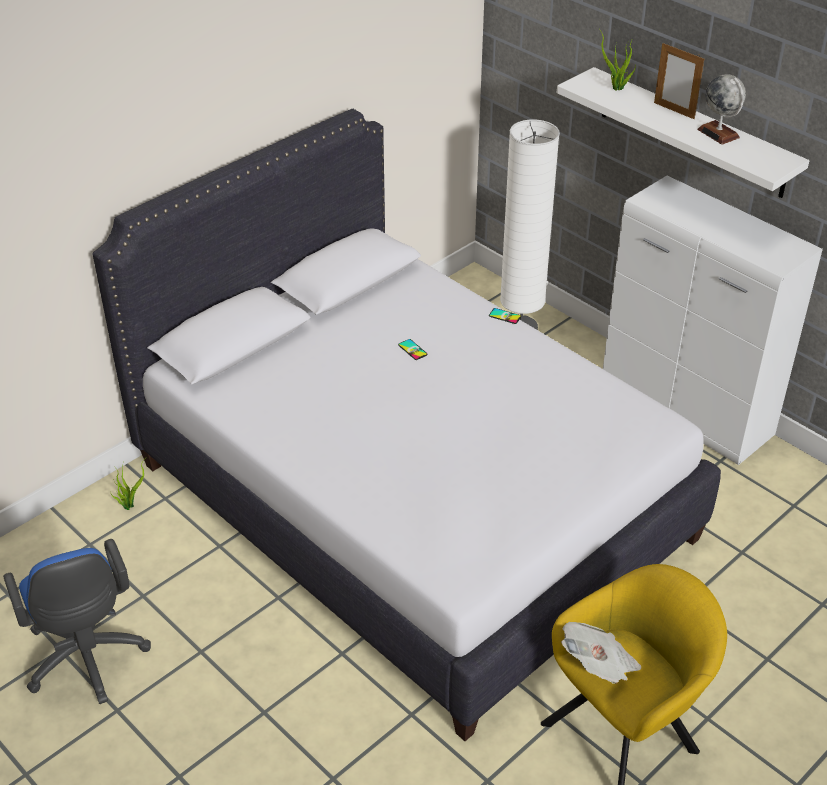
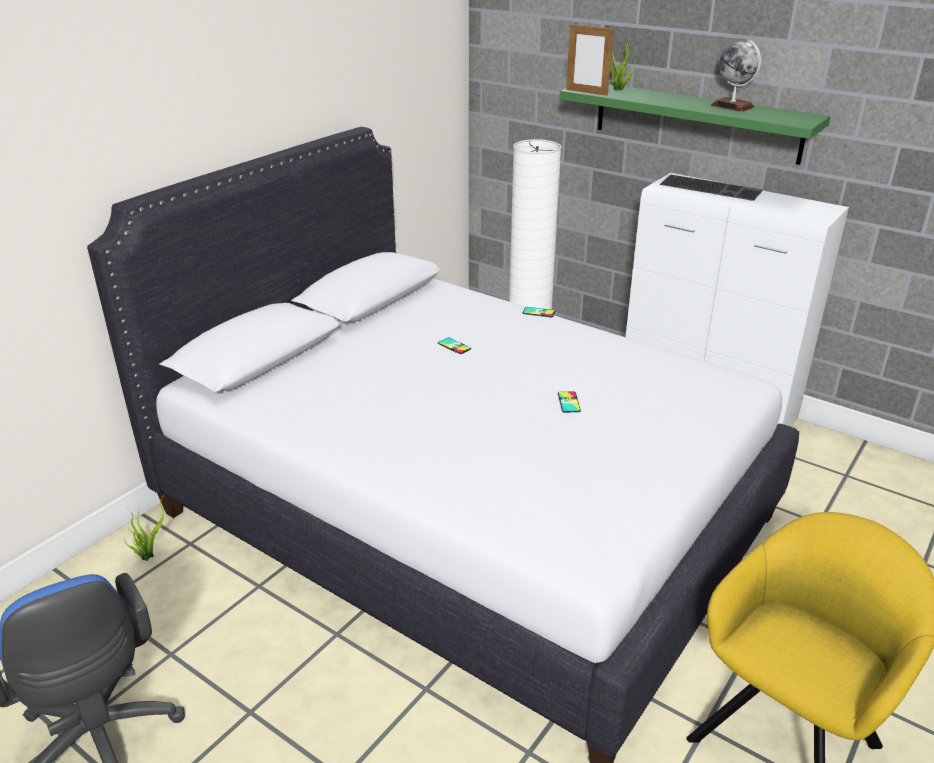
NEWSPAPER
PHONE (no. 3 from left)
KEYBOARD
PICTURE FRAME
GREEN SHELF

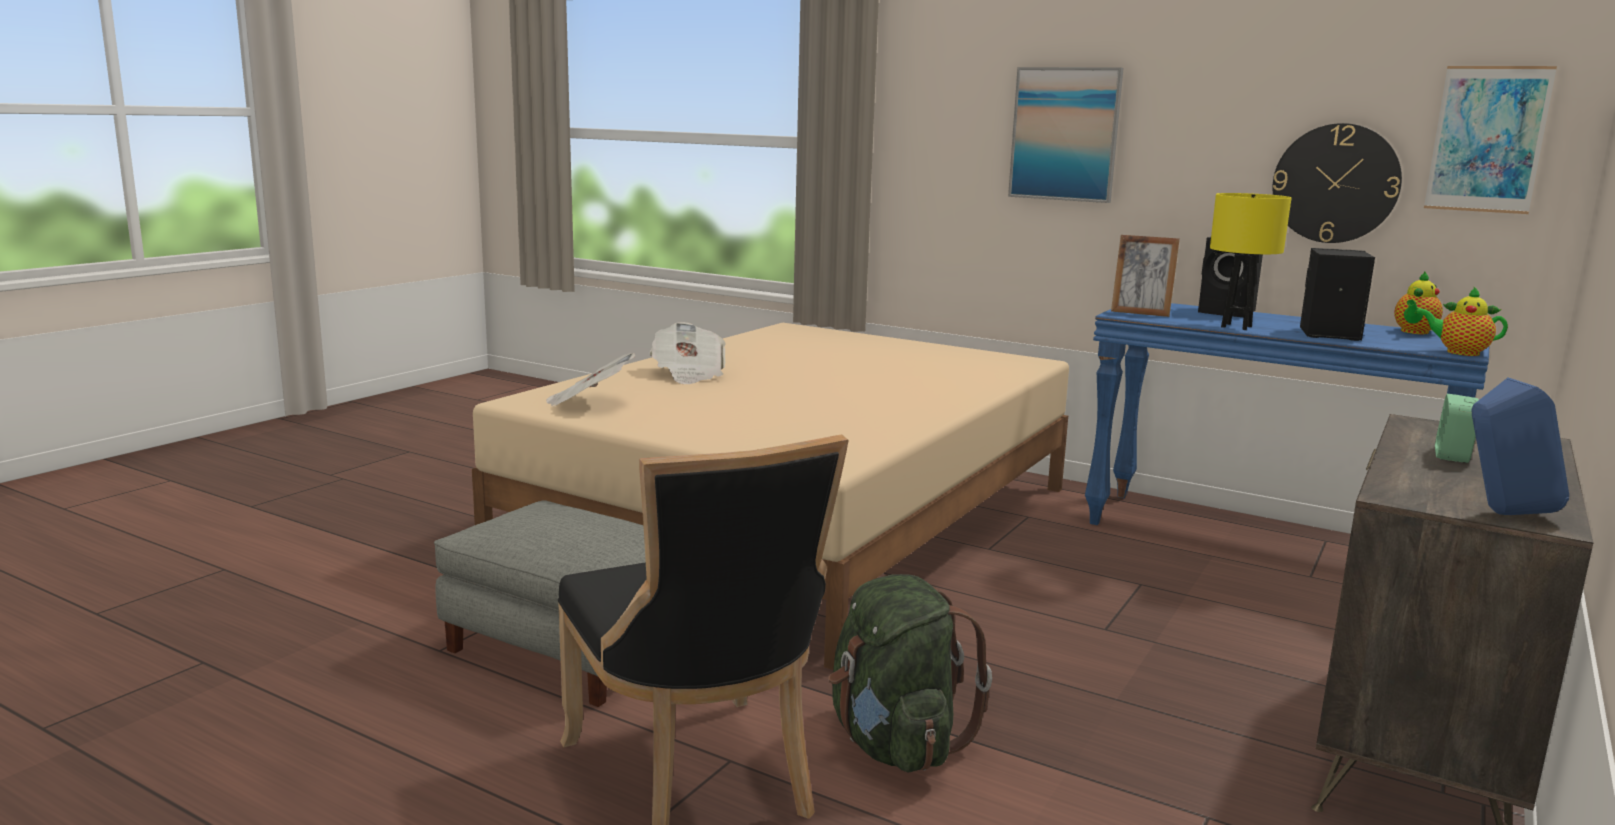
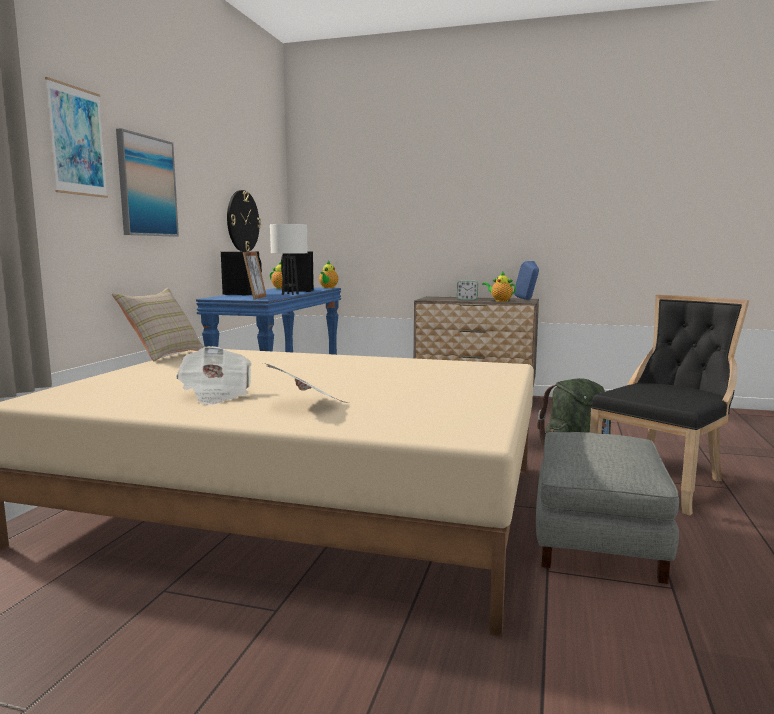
BEIGE PILLOW
TEAPOT (no. 3 from left)
NEWSPAPER (no. 1 from left)
PICTURE (no. 1 from left)
WHITE TABLE LAMP

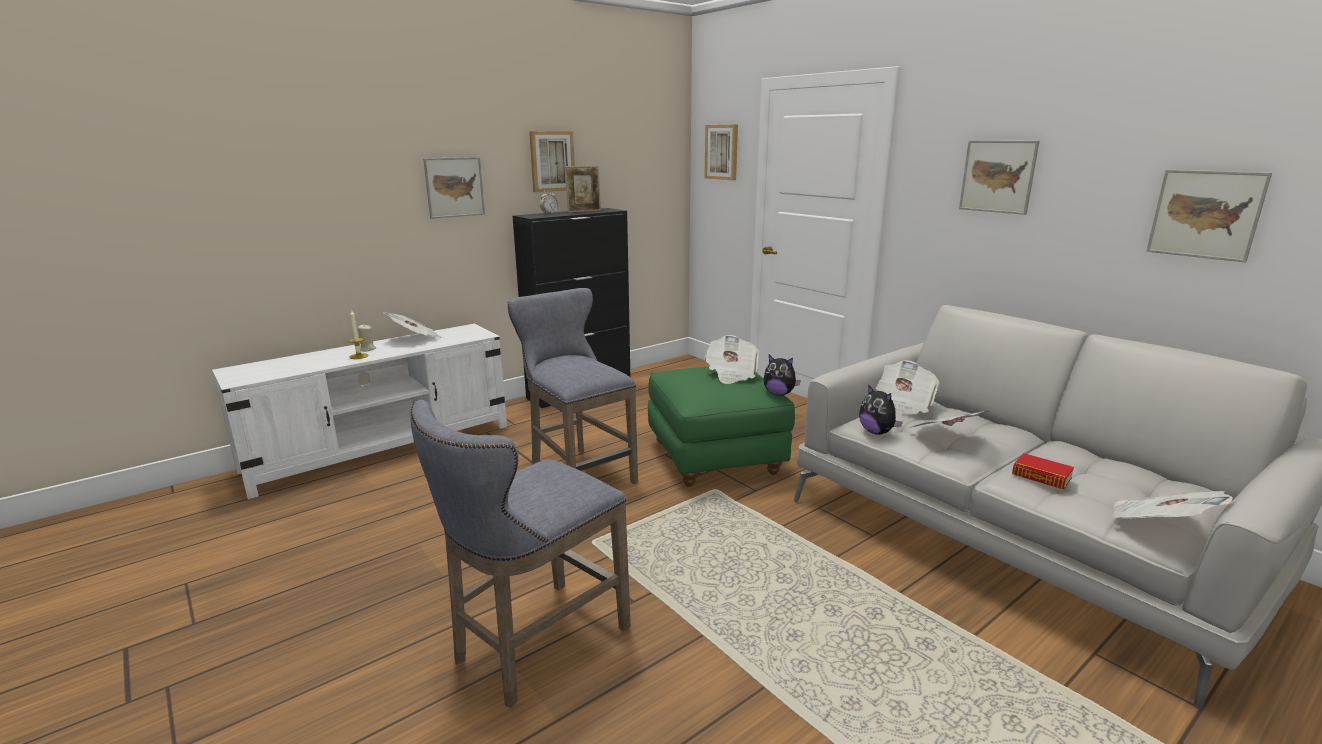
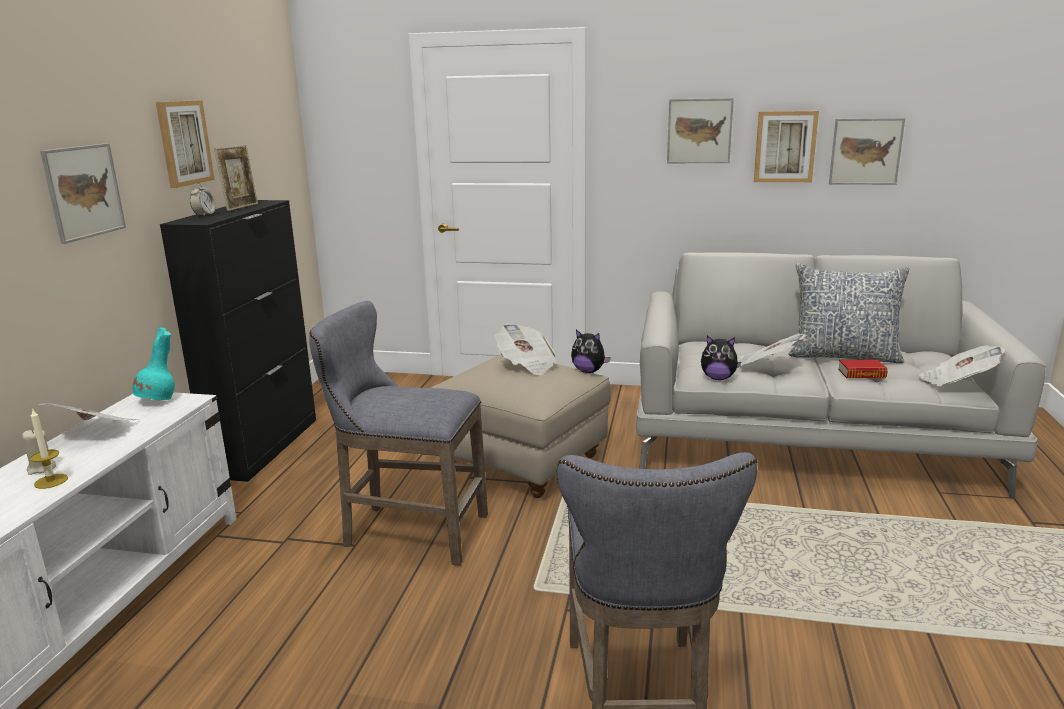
NEWSPAPER (no. 3 from left in the first image)
TURQUOISE VASE
PILLOW
PICTURE (no. 4 from left)
BEIGE OTTOMAN
PLUSH TOY (no. 1 from left)

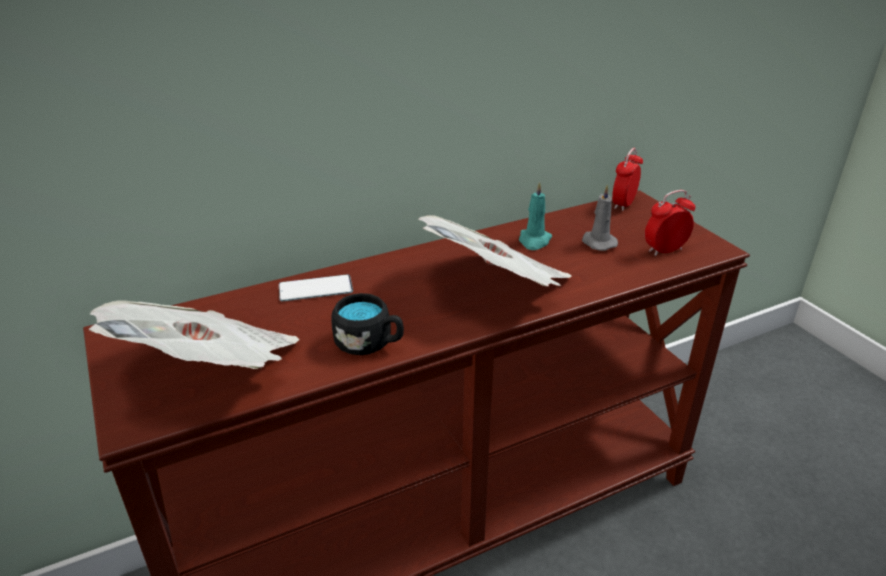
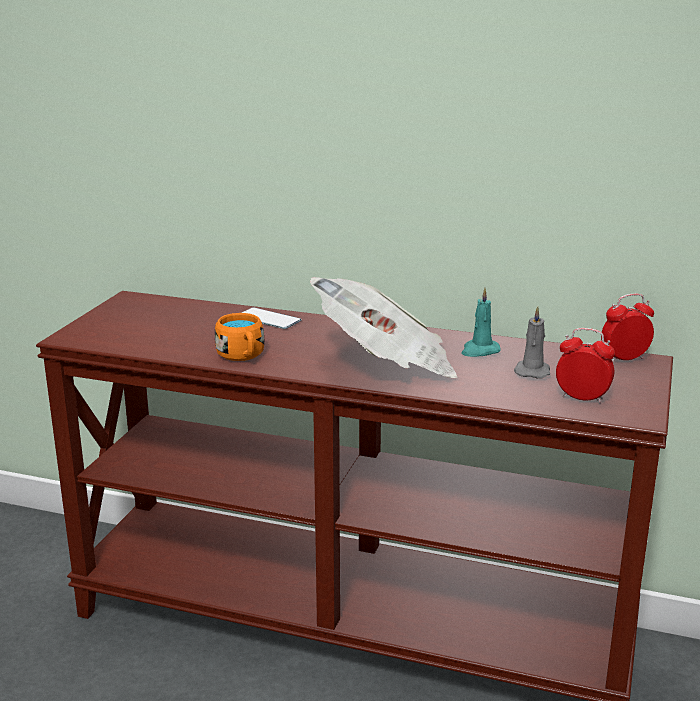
NEWSPAPER (no. 1 from left in the first image)
ORANGE MUG

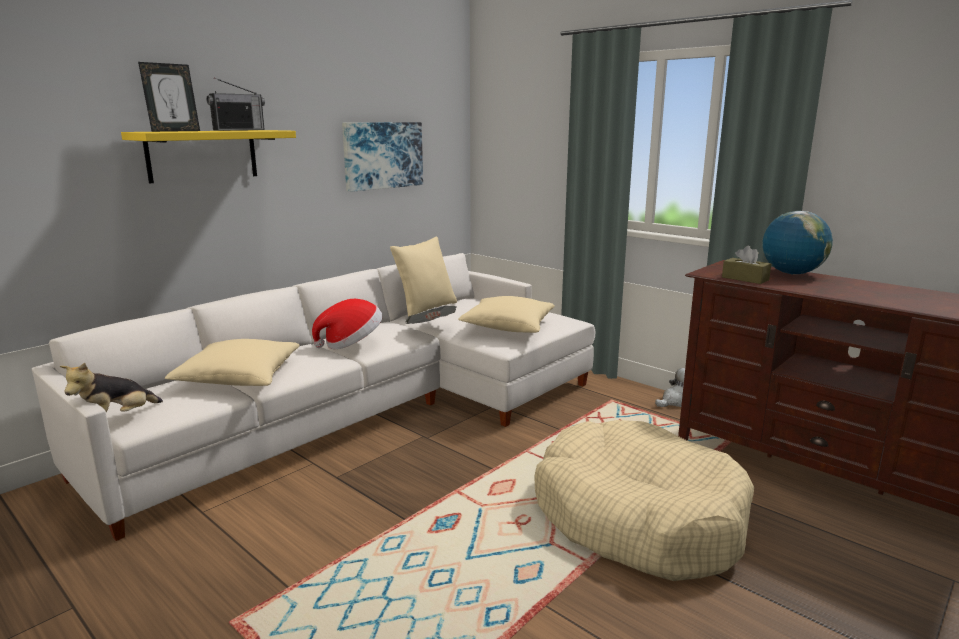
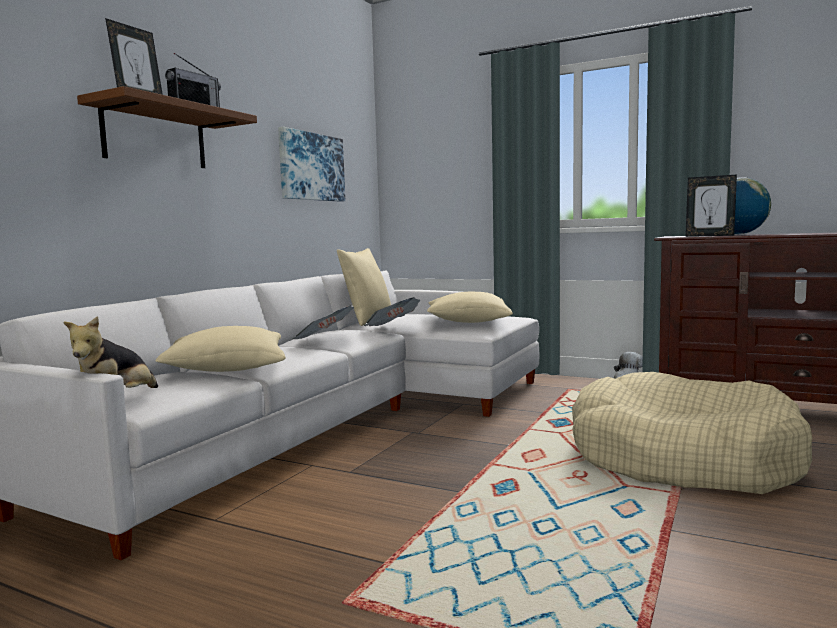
NEWSPAPER (no. 1 from left)
PICTURE FRAME (no. 2 from left)
BROWN SHELF

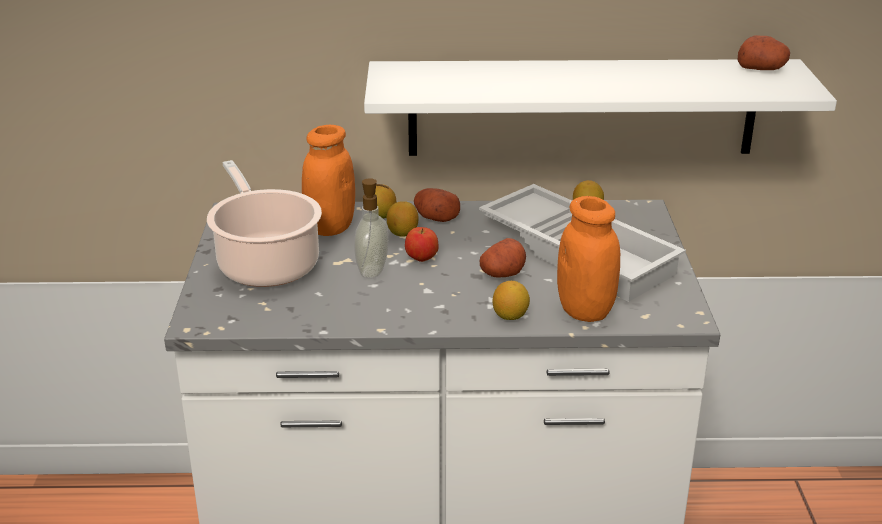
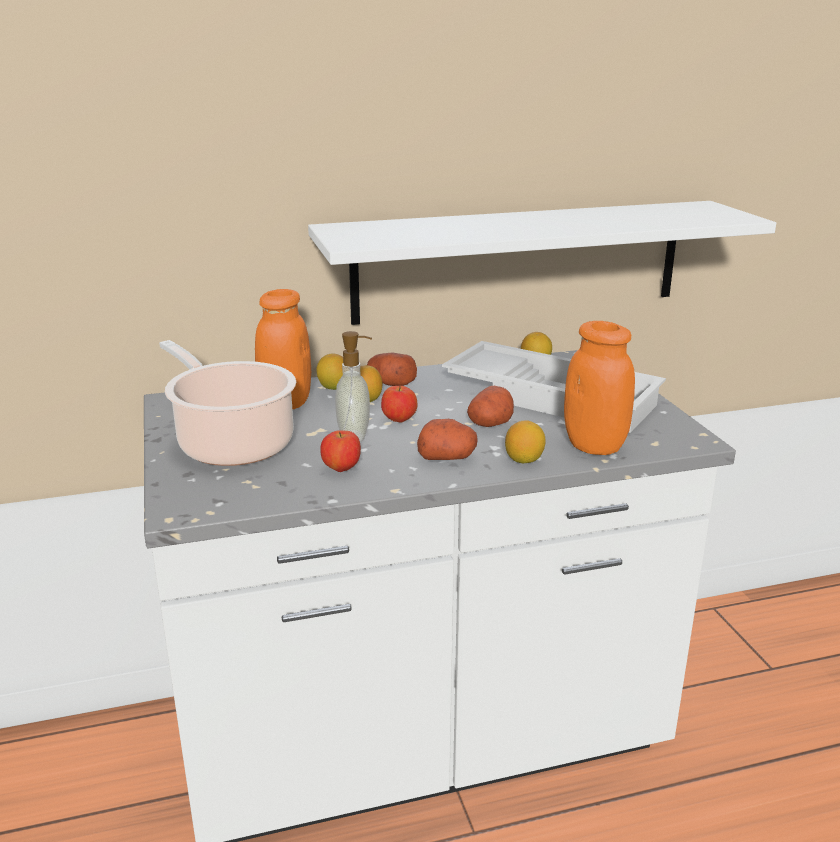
APPLE (no. 1 from left)
POTATO (no. 2 from left)

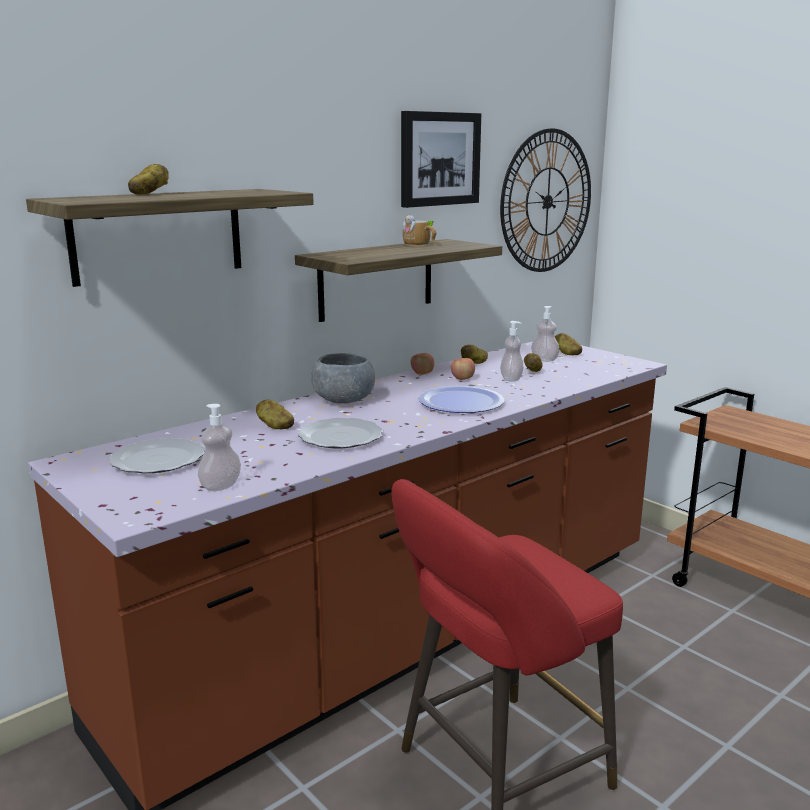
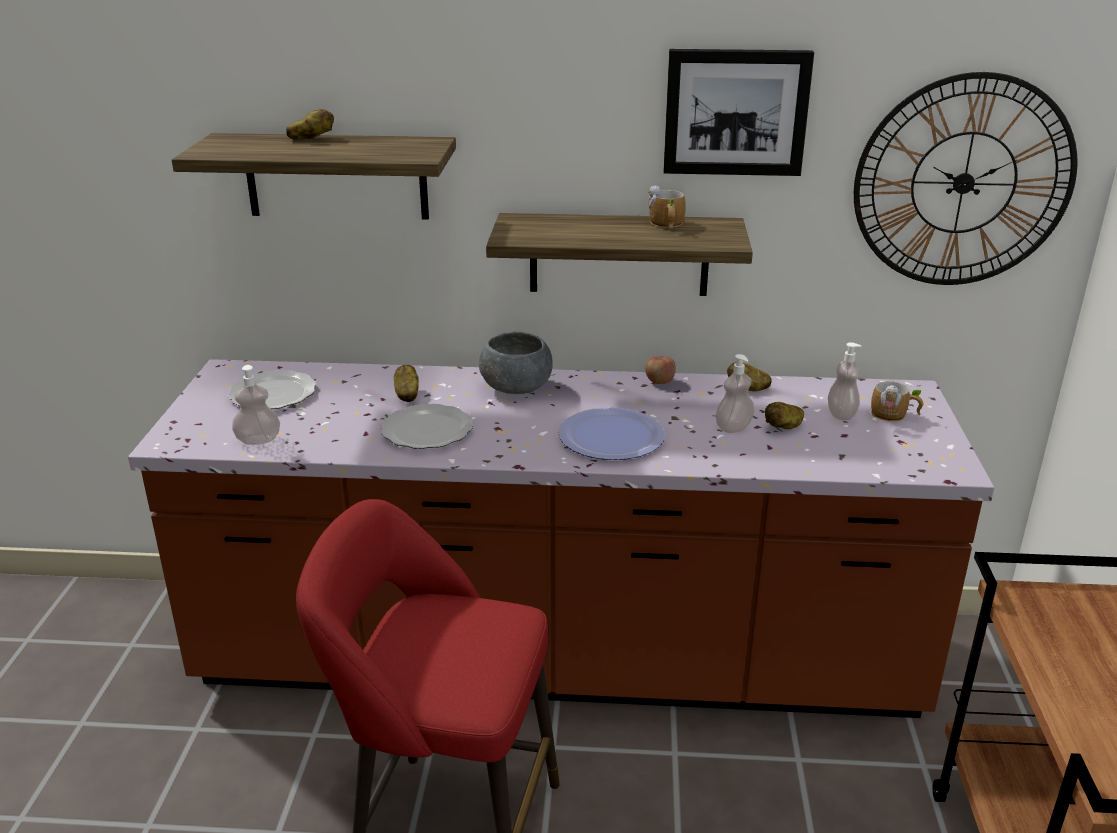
APPLE (no. 2 from left in the first image)
MUG (no. 2 from left)

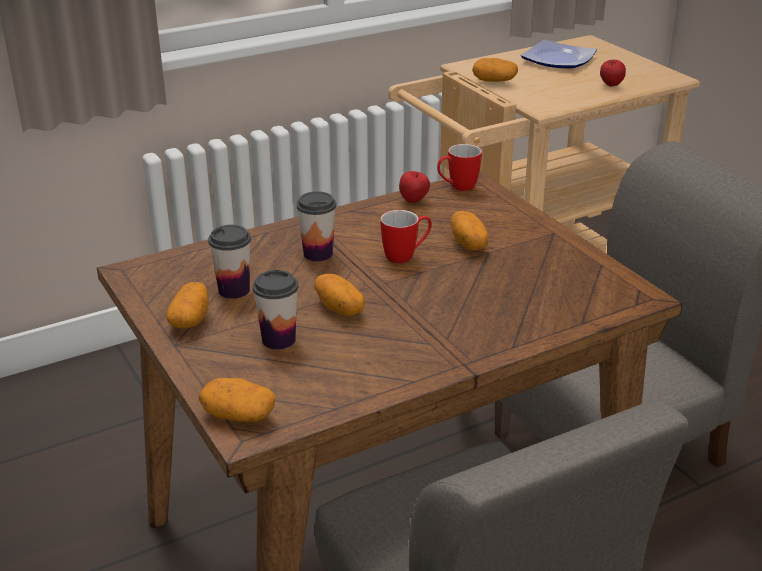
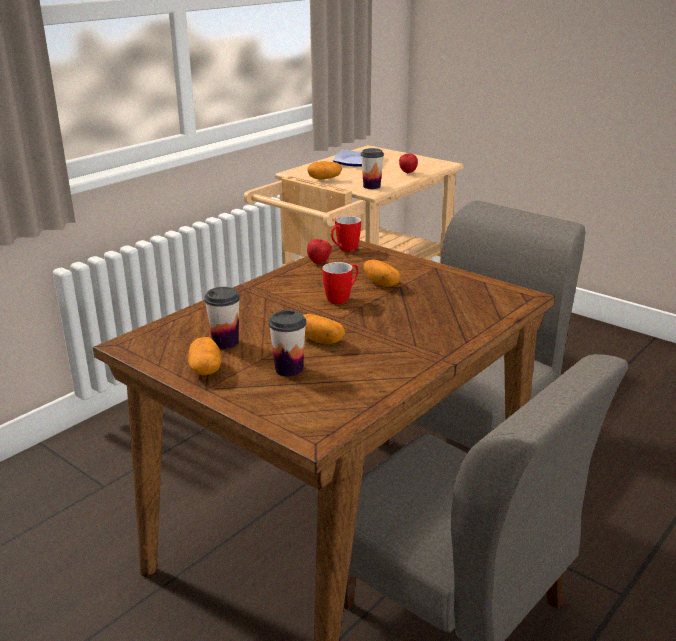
POTATO (no. 2 from left in the first image)
CUP (no. 3 from left)

